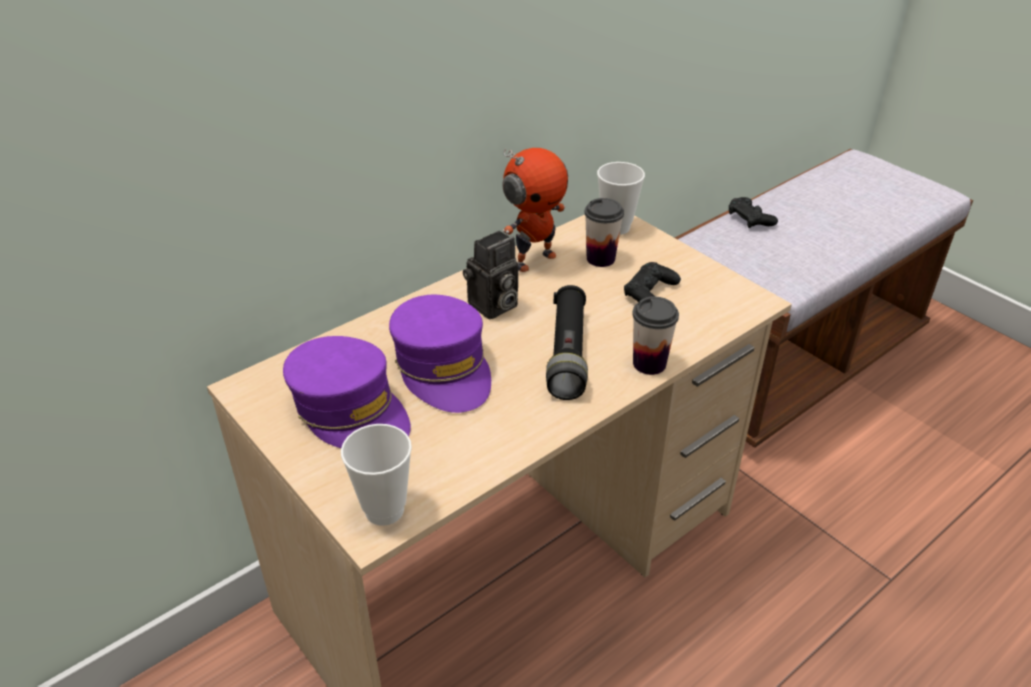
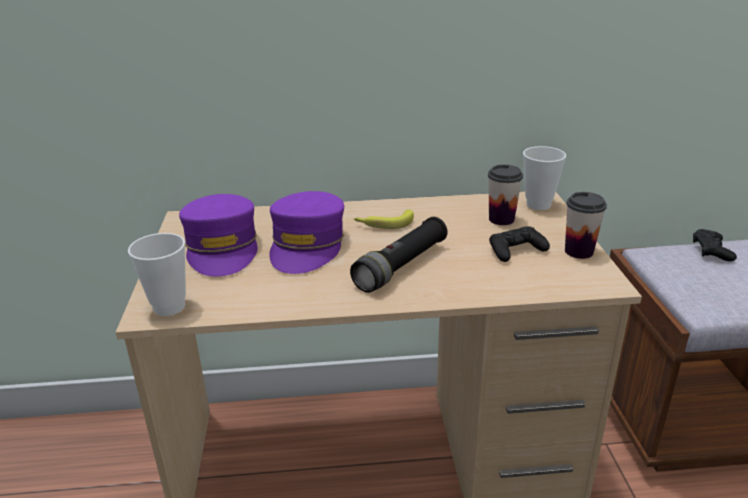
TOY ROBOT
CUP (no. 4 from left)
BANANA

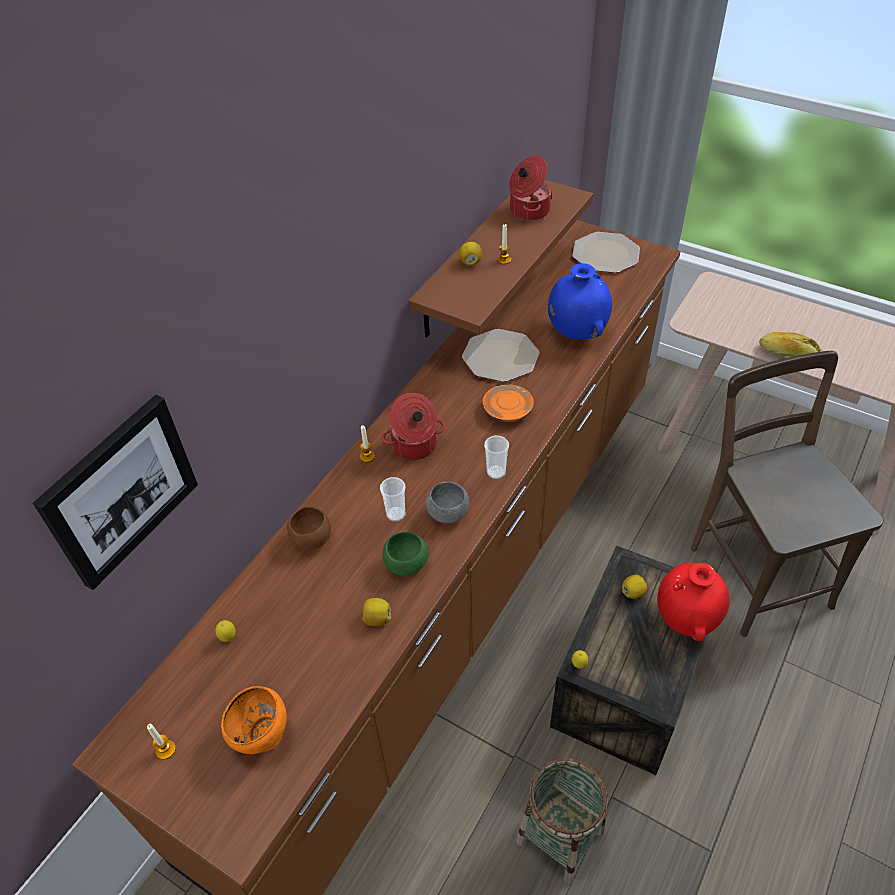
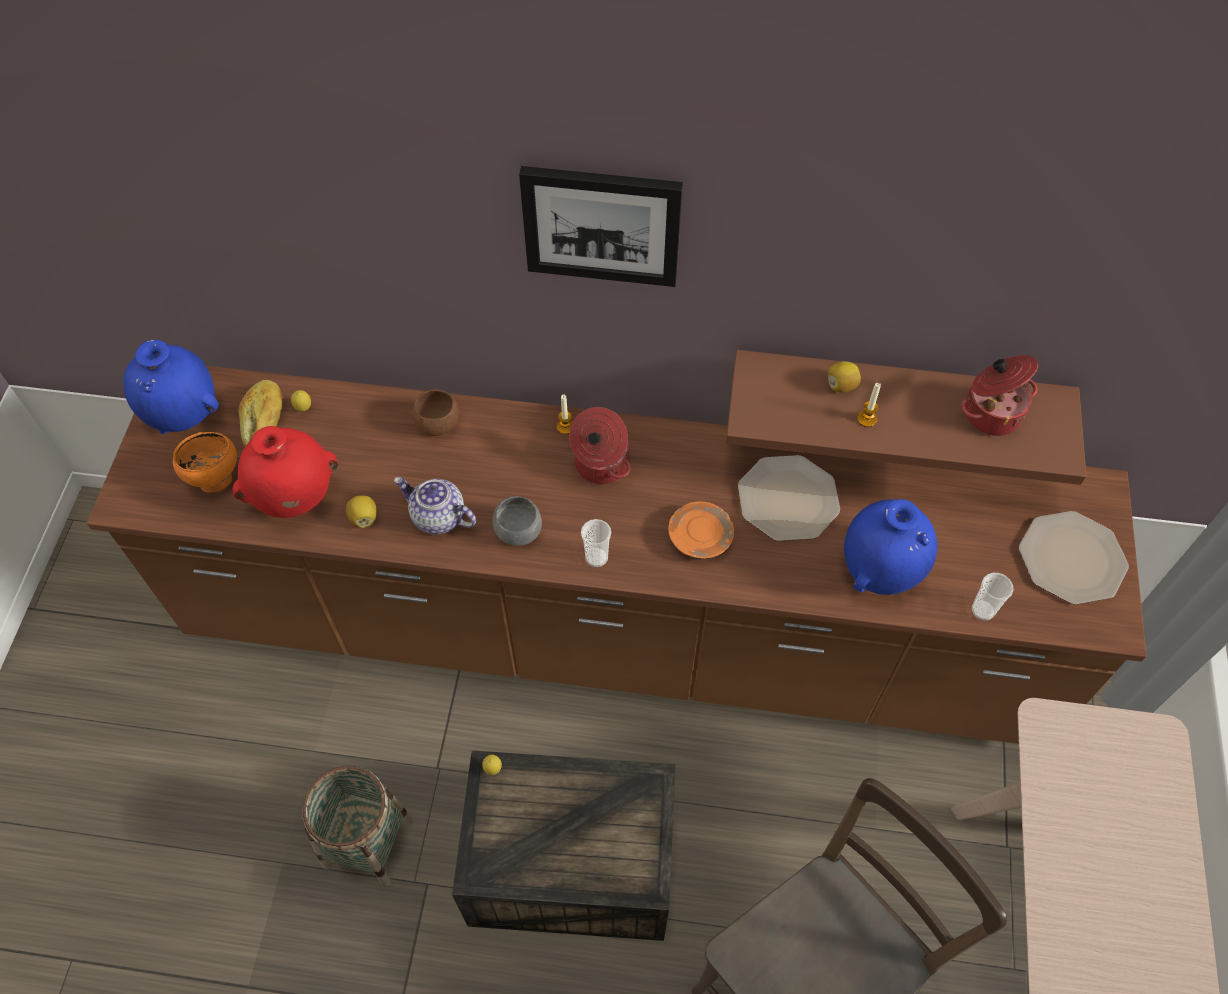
LEMON (no. 5 from left in the first image)
PICTURE
CUP (no. 2 from left)
RED VASE
BREAD
BLUE VASE (no. 1 from left)
TEAPOT

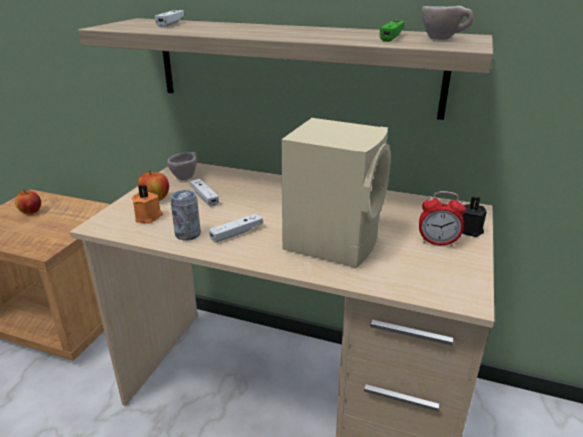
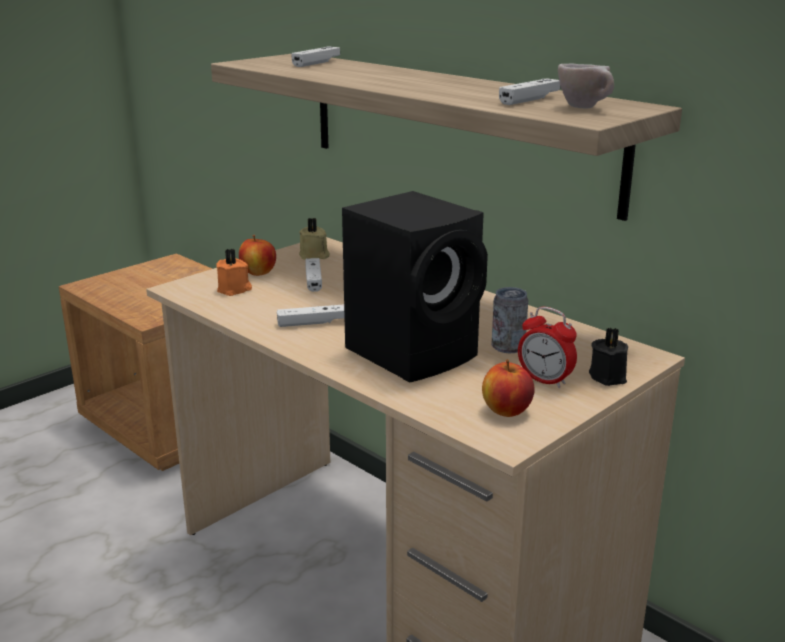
APPLE (no. 2 from left)
CAN
BEIGE CANDLE
BLACK SPEAKER
WHITE GAME CONTROLLER (no. 4 from left)

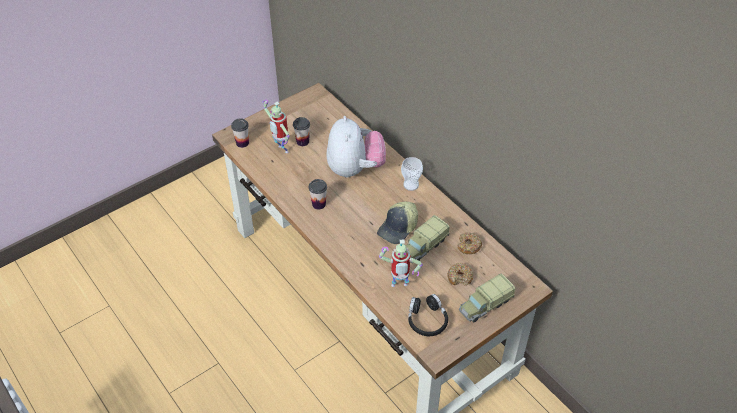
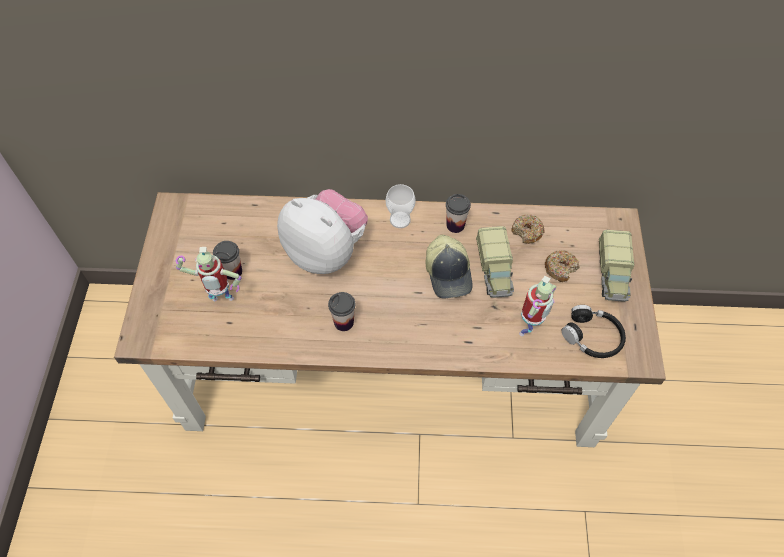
CUP (no. 4 from left)

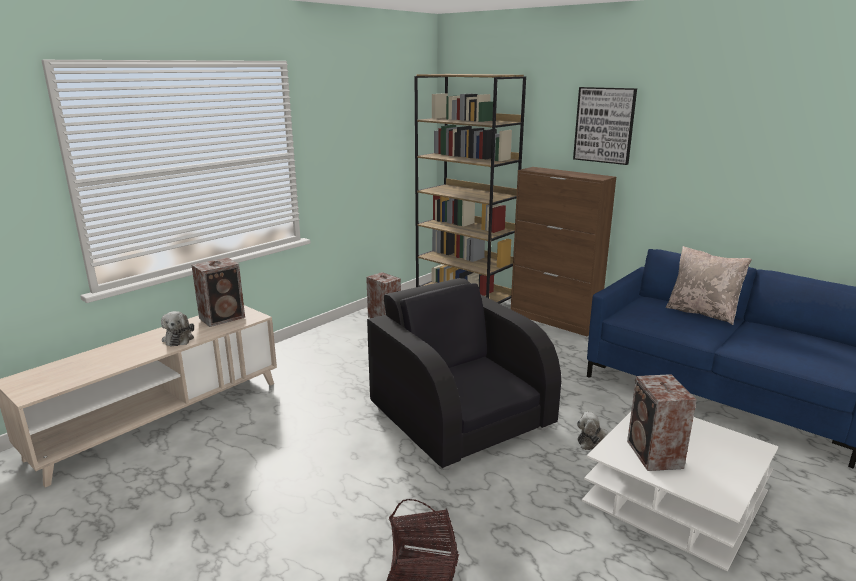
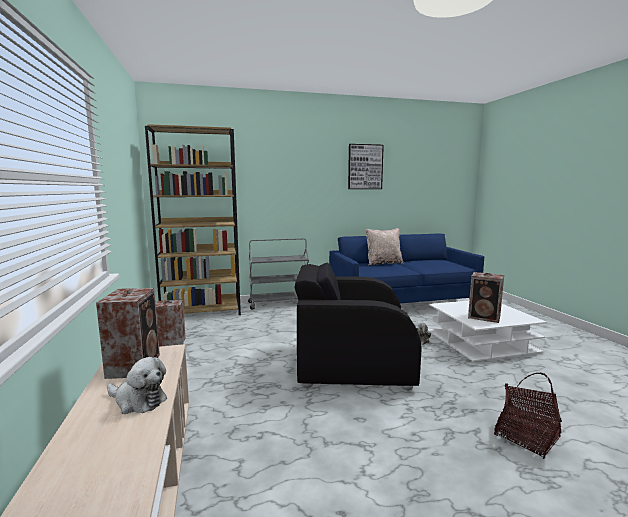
PICTURE
GREY CART

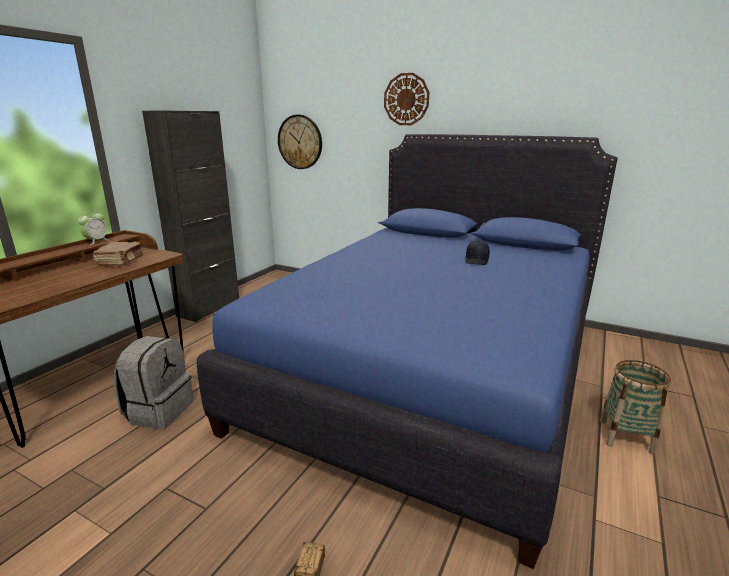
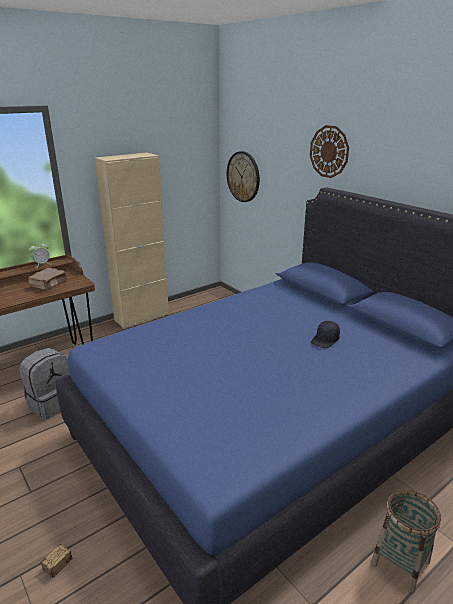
BEIGE CABINET

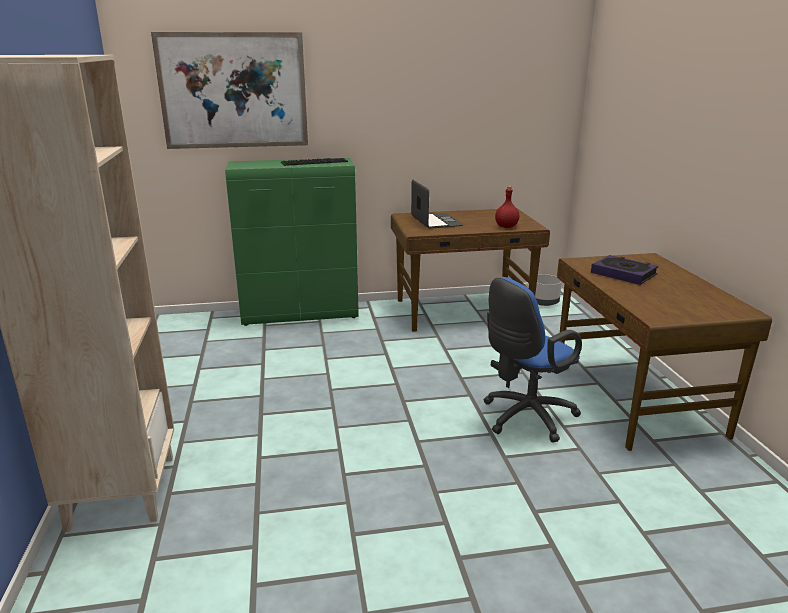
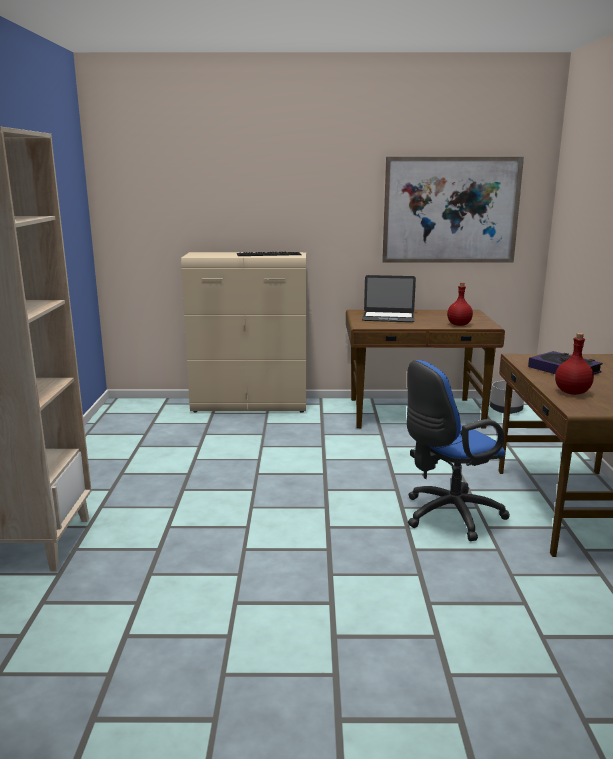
RED BOTTLE (no. 2 from left)
PICTURE
BEIGE CABINET
LAPTOP

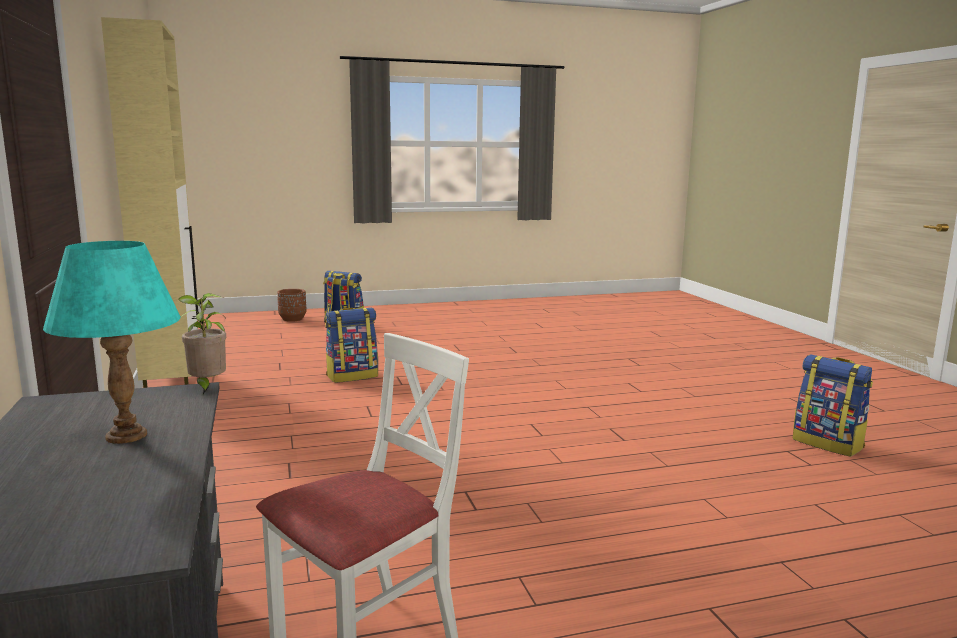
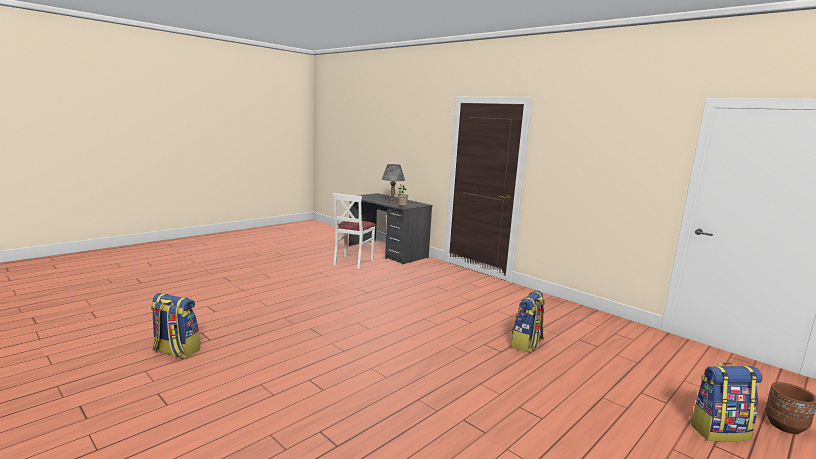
BEIGE CABINET
GREY TABLE LAMP

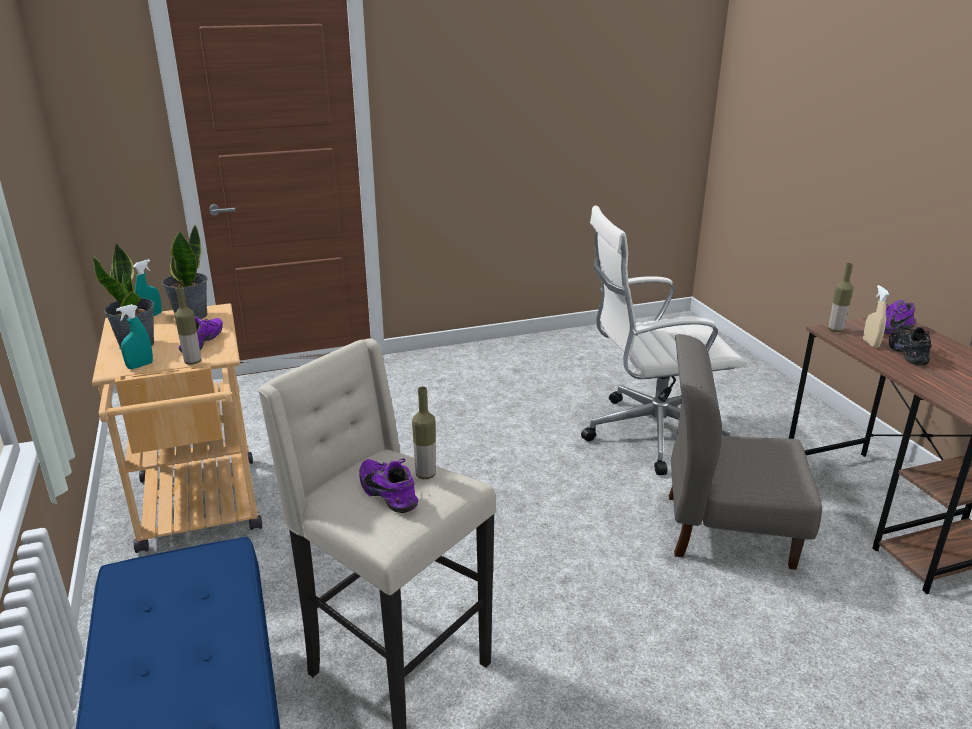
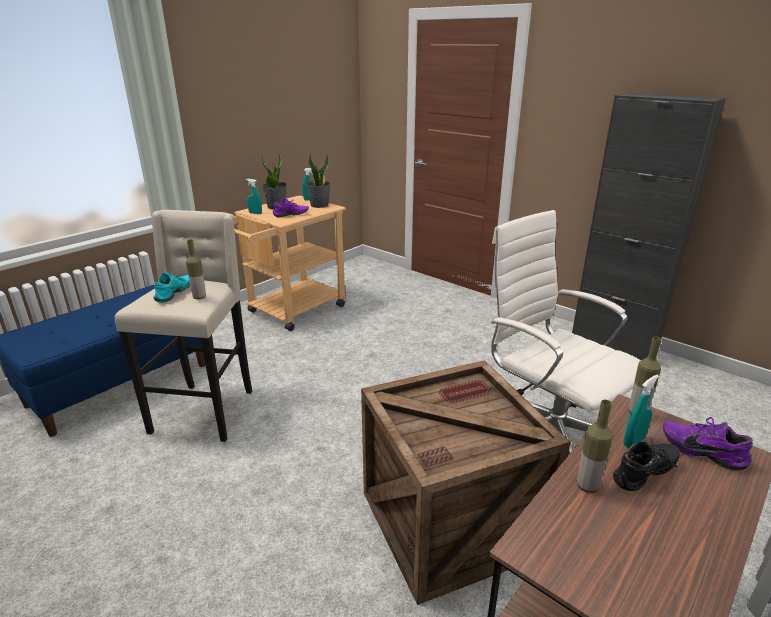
BLACK CABINET
BOTTLE (no. 2 from left)
CRATE
TURQUOISE SHOE
TURQUOISE SPRAY BOTTLE (no. 3 from left)

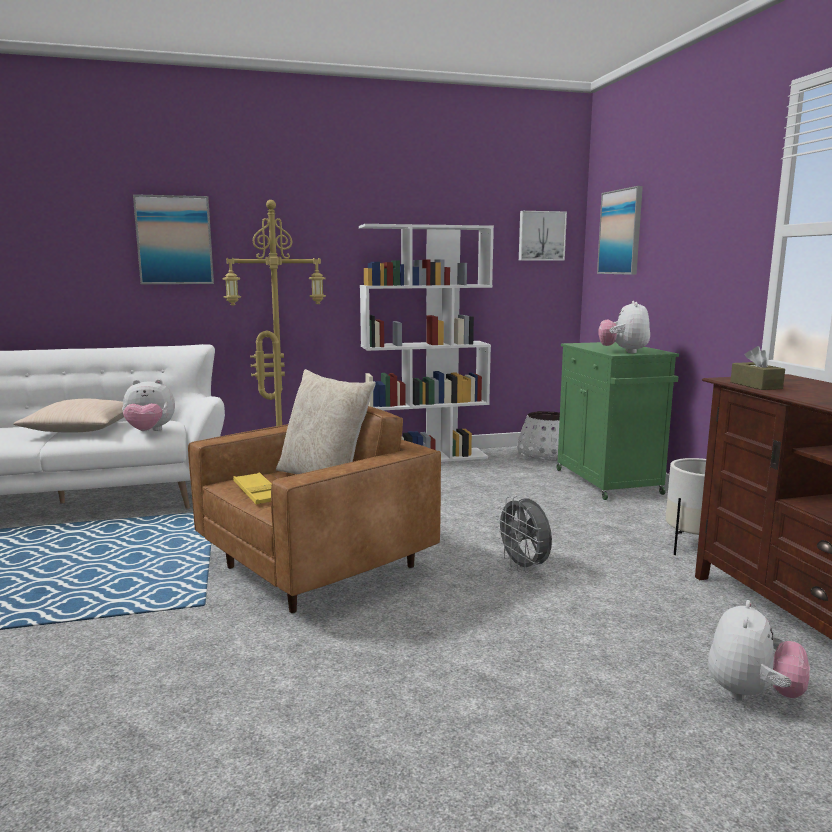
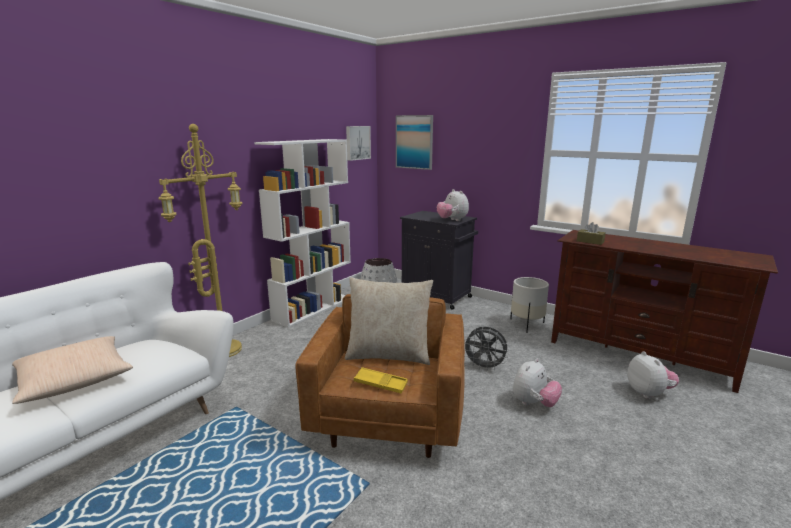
PICTURE (no. 1 from left in the first image)
PLUSH TOY (no. 2 from left)
BLACK CABINET

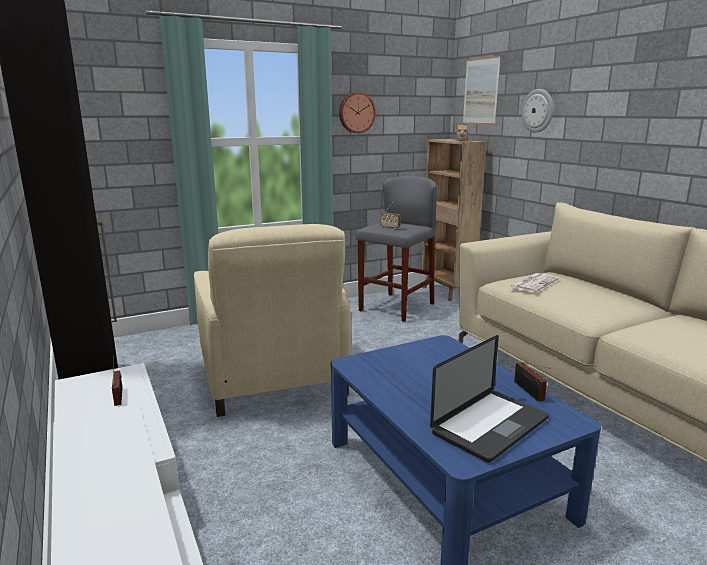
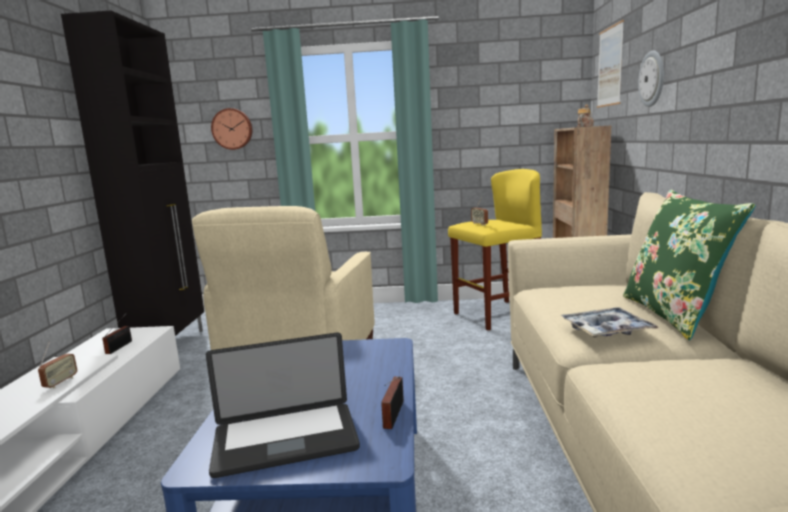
NEWSPAPER
RADIO (no. 1 from left)
TRAY
GREEN PILLOW
WALL CLOCK (no. 1 from left)
YELLOW STOOL

